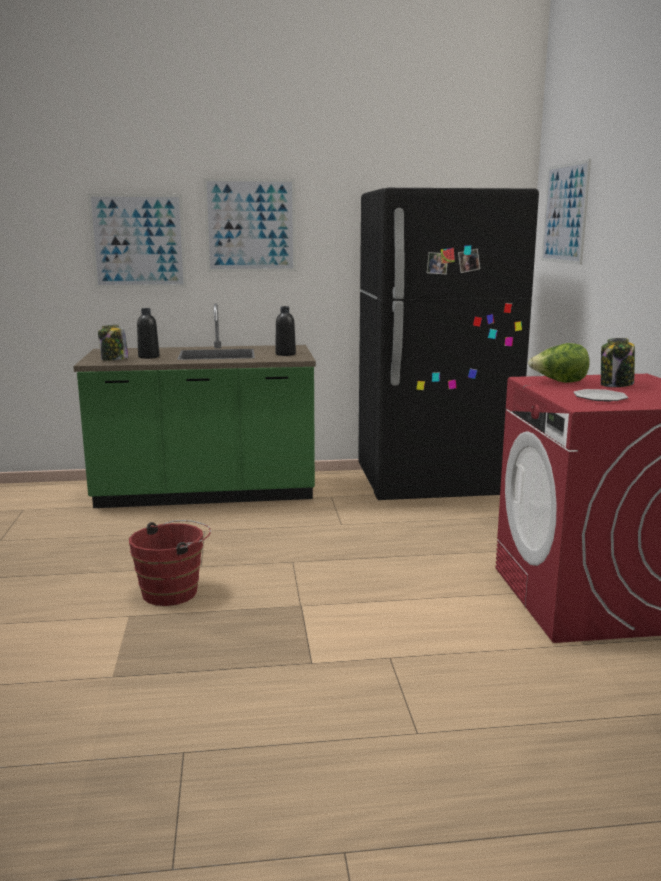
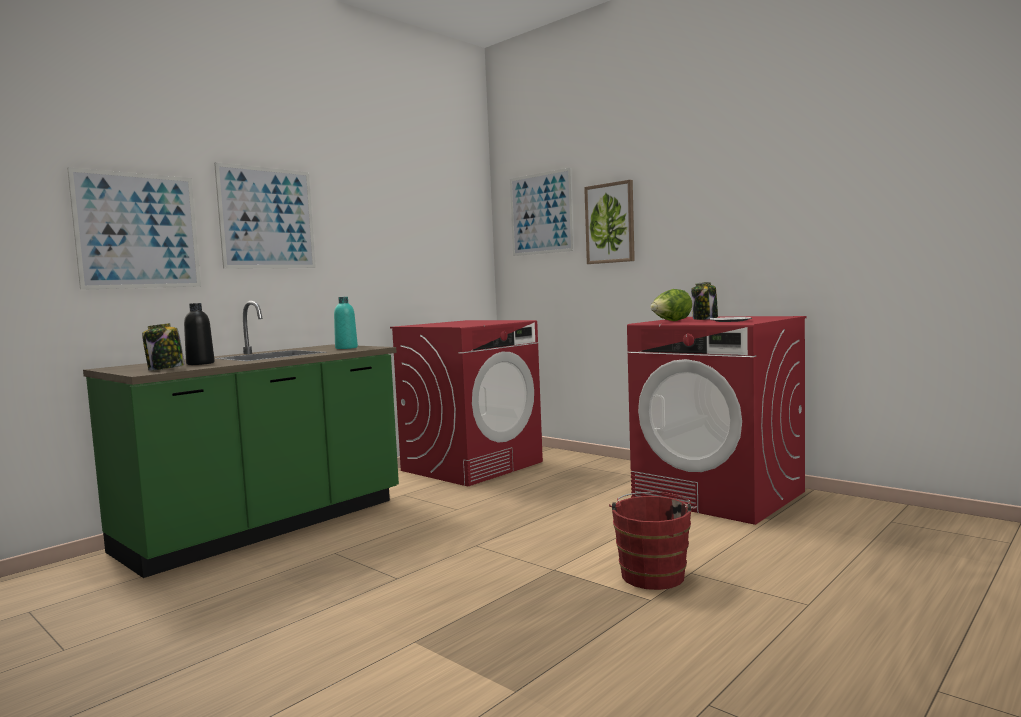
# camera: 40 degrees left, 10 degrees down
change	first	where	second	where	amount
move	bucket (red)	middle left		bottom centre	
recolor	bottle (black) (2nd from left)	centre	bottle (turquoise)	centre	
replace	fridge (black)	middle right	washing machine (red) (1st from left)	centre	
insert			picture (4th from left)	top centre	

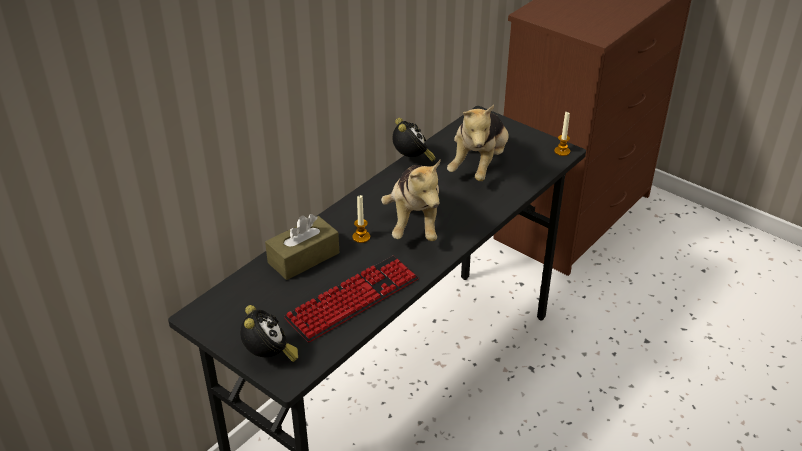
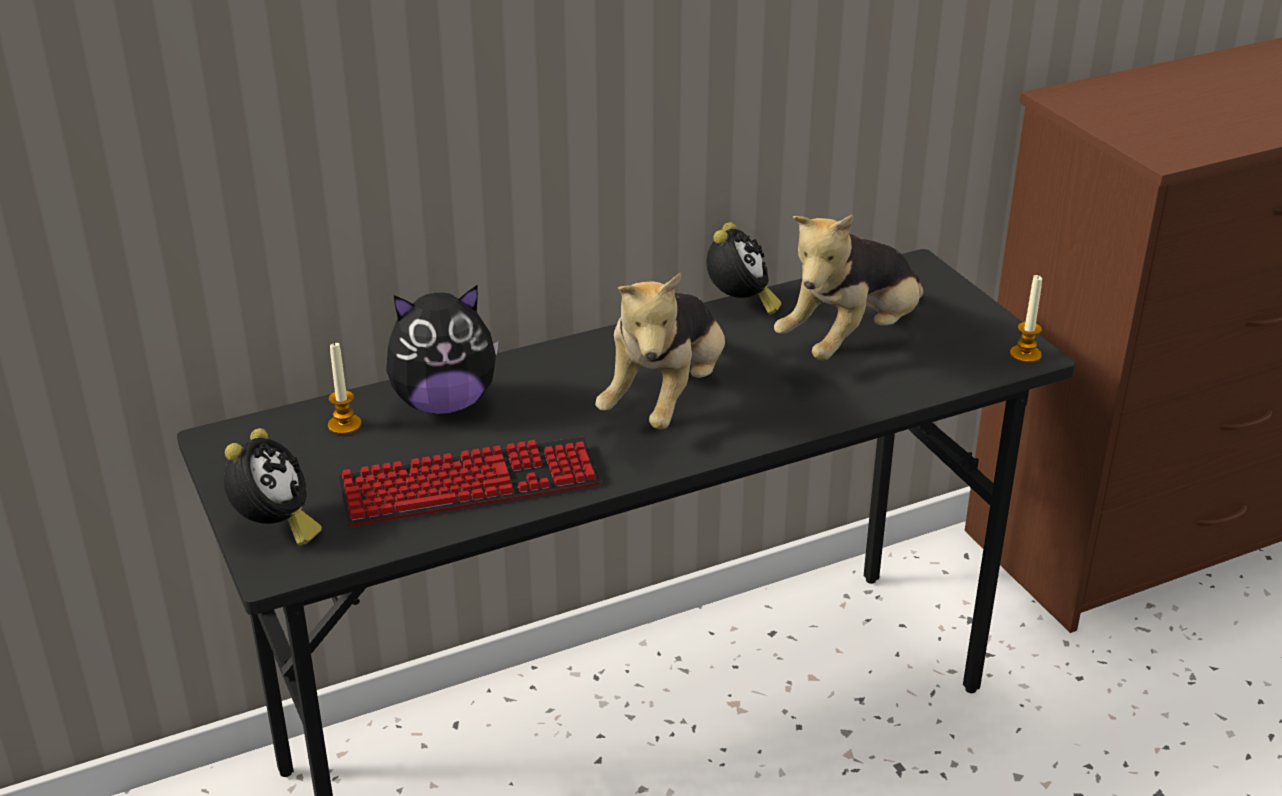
# camera: 25 degrees right, 5 degrees down
change	first	where	second	where	amount
replace	tissue box (brown)	centre	plush toy (1st from left)	centre	
move	candle (1st from left)	centre		middle left	

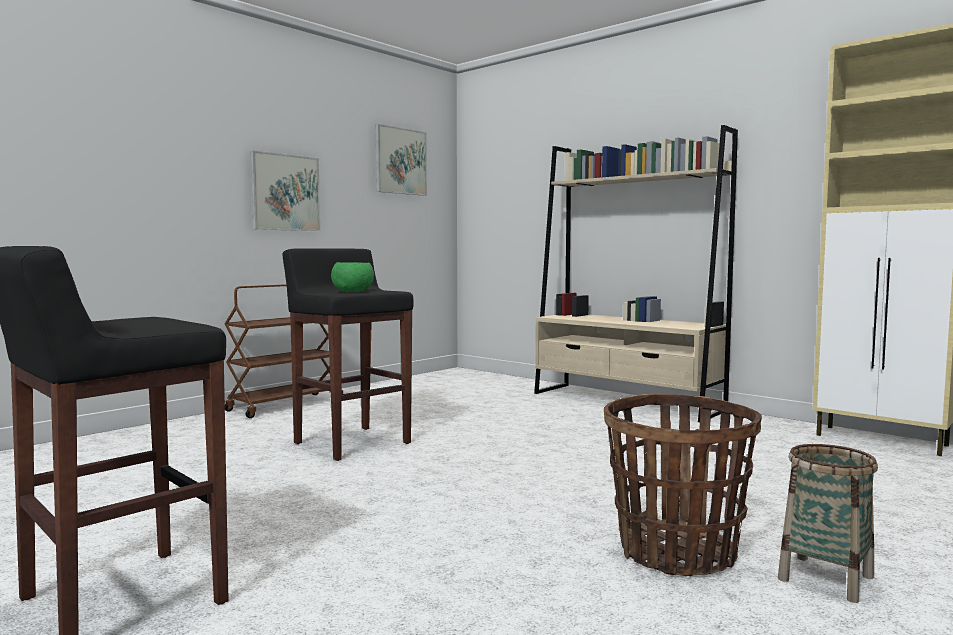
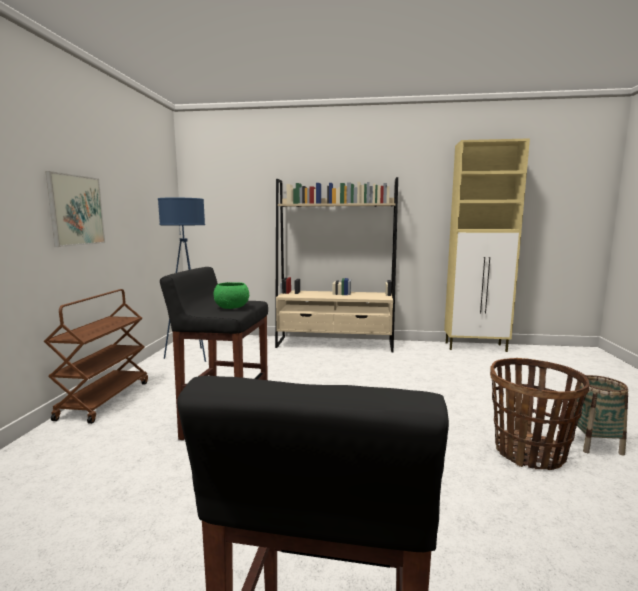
# camera: 35 degrees left, 5 degrees up
change	first	where	second	where	amount
delete	picture (2nd from left)	top centre			
insert			floor lamp (blue)	middle left	

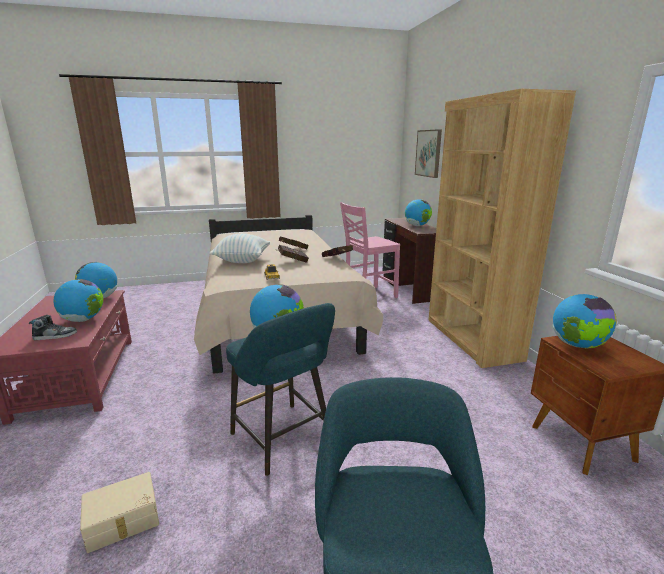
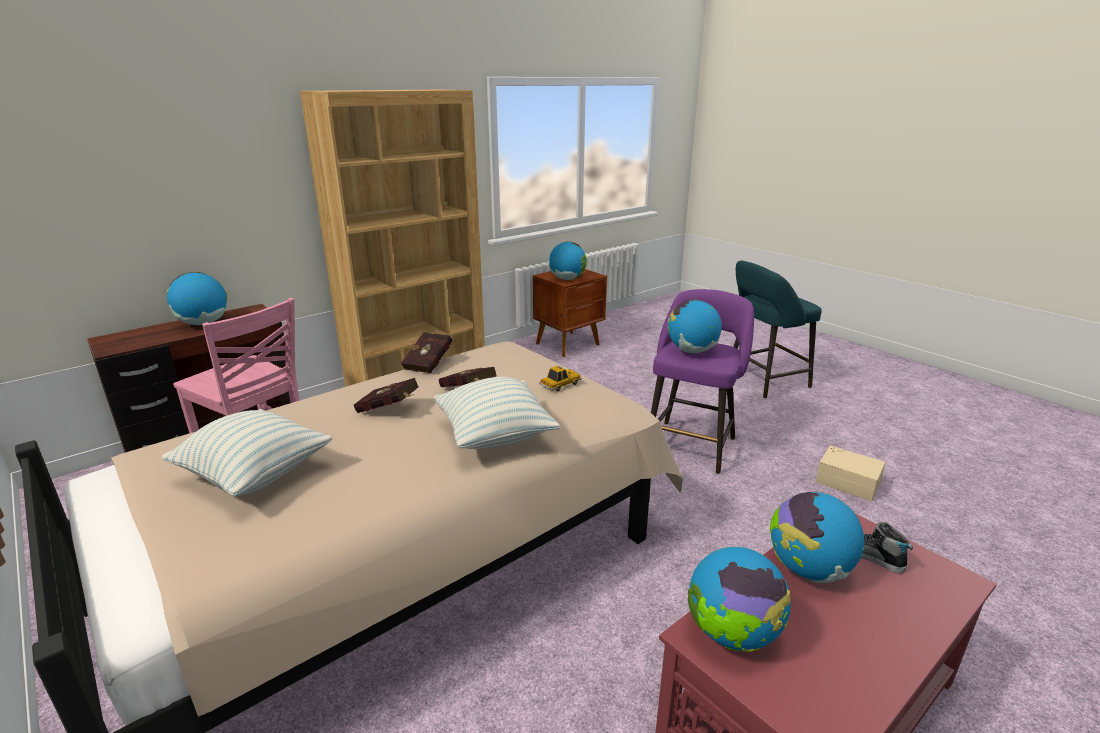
# camera: 115 degrees left, 5 degrees up
change	first	where	second	where	amount
recolor	stool (turquoise) (1st from left)	bottom centre	stool (purple)	centre	
delete	picture	top centre			
insert			pillow (1st from left)	middle left	

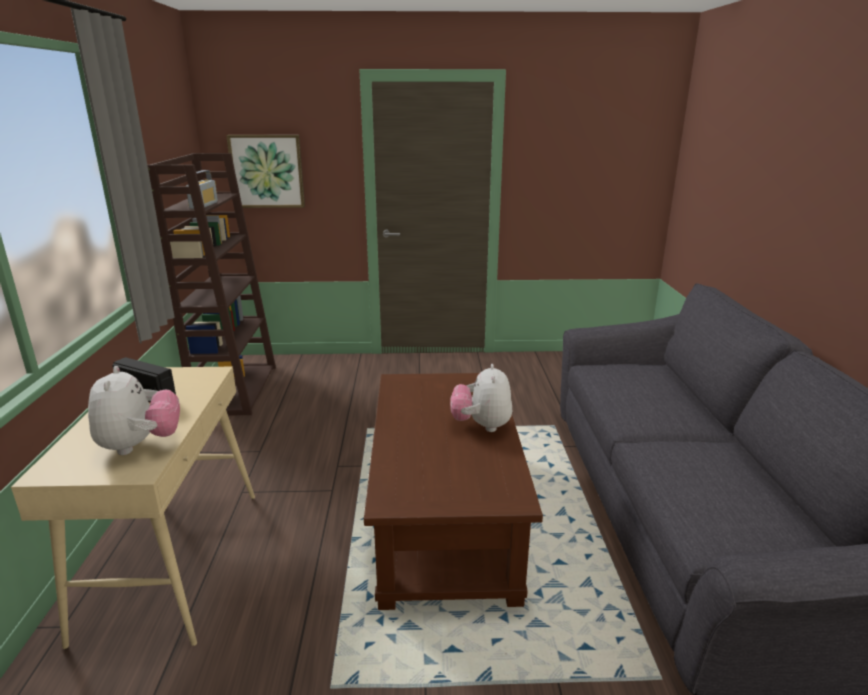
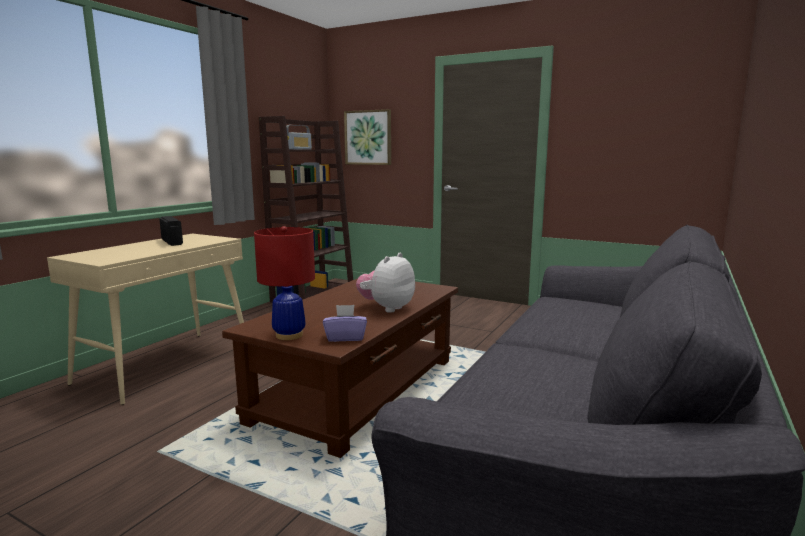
# camera: 30 degrees right, 10 degrees down
change	first	where	second	where	amount
delete	plush toy (1st from left)	middle left			
insert			table lamp (red)	centre	
insert			tissue box (purple)	centre	

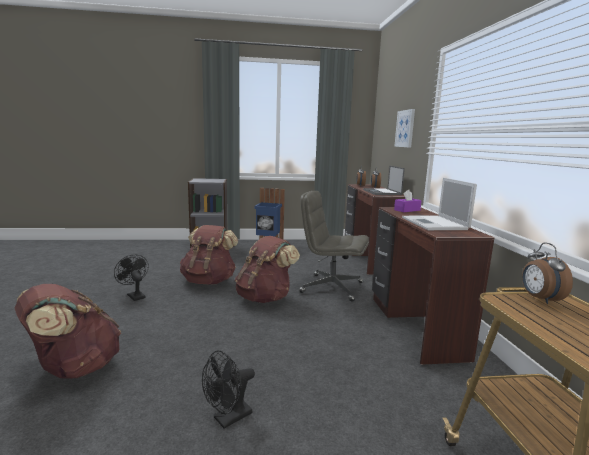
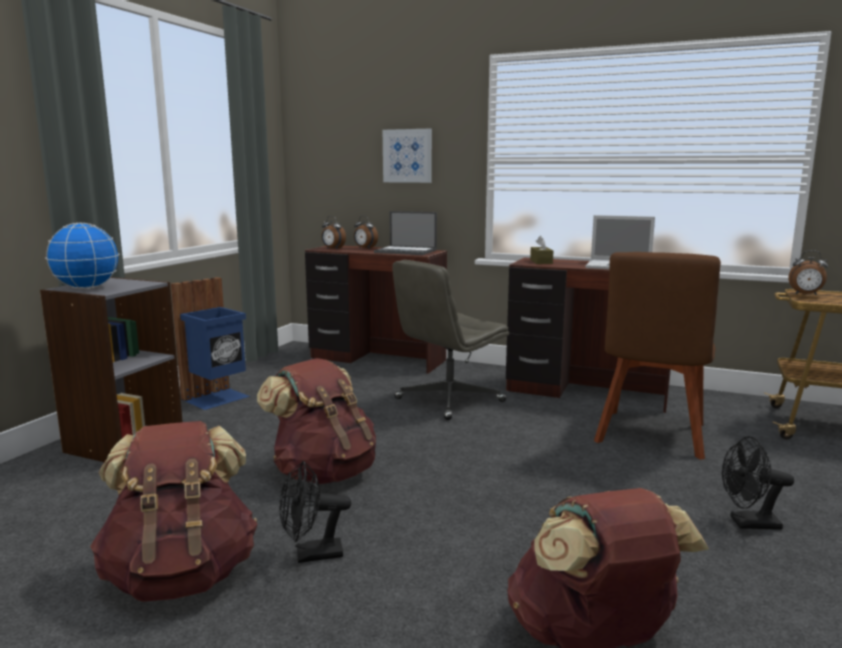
# camera: 60 degrees left, 0 degrees up
change	first	where	second	where	amount
rotate	fan (black) (2nd from left)	bottom centre		bottom right	105 degrees clockwise
move	backpack (brown) (3rd from left in the first image)	centre	backpack (brown) (1st from left)	bottom left	
recolor	tissue box (purple)	middle right	tissue box (brown)	centre	
insert			globe	middle left	
insert			chair (brown)	middle right	

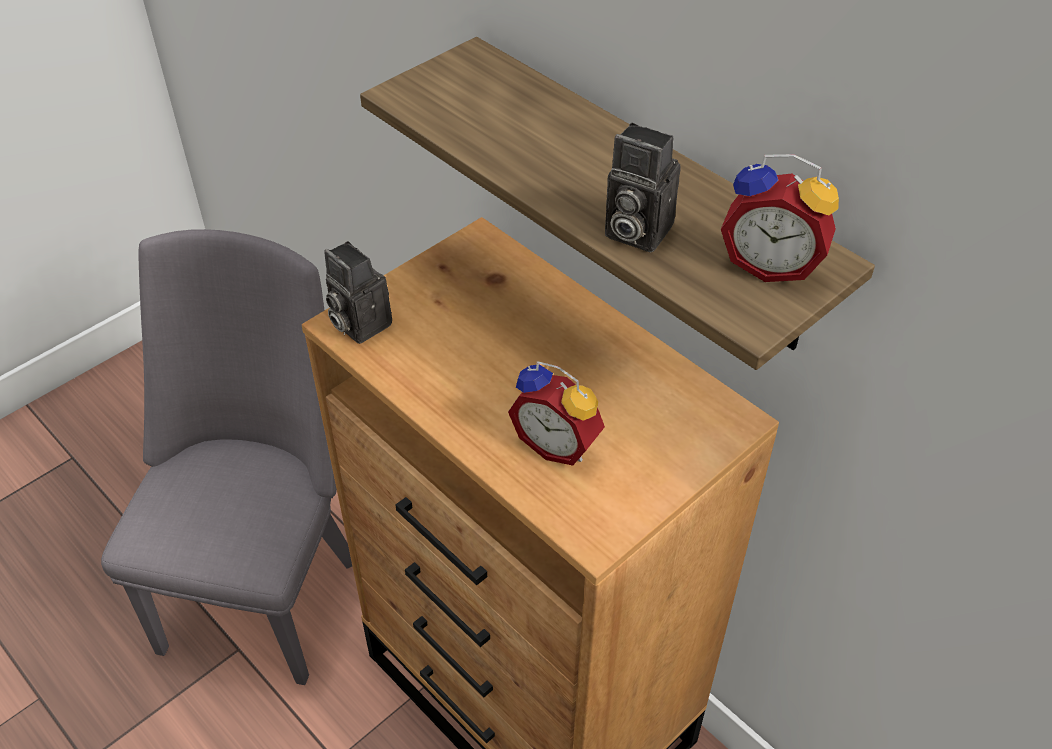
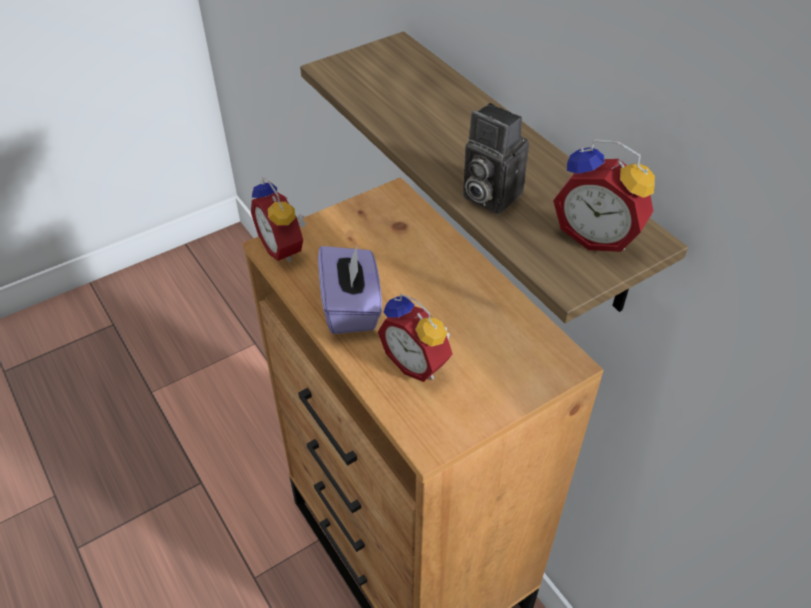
# camera: 10 degrees right, 0 degrees up
change	first	where	second	where	amount
delete	chair (grey)	middle left			
replace	photo camera (1st from left)	centre	alarm clock (1st from left)	centre	
insert			tissue box (purple)	centre	

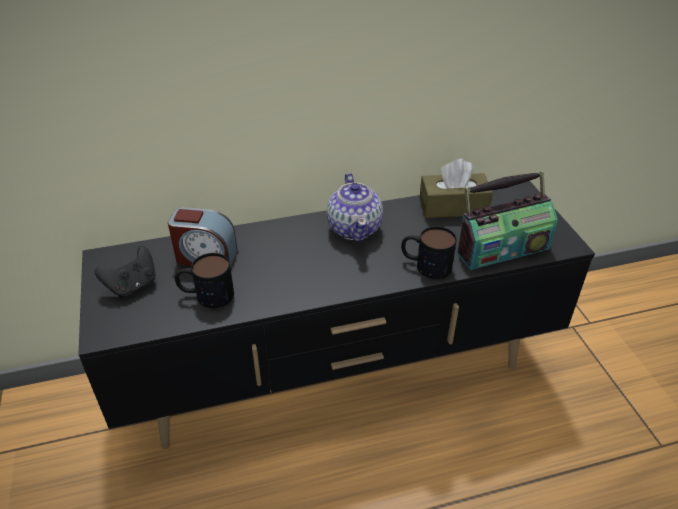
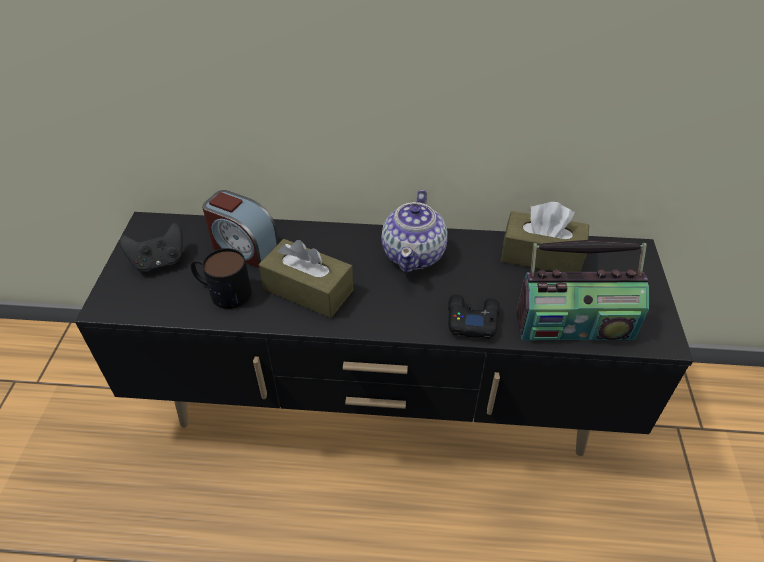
# camera: 20 degrees right, 5 degrees up
change	first	where	second	where	amount
replace	mug (2nd from left)	centre	game controller (black) (2nd from left)	centre	
insert			tissue box (brown) (1st from left)	centre	

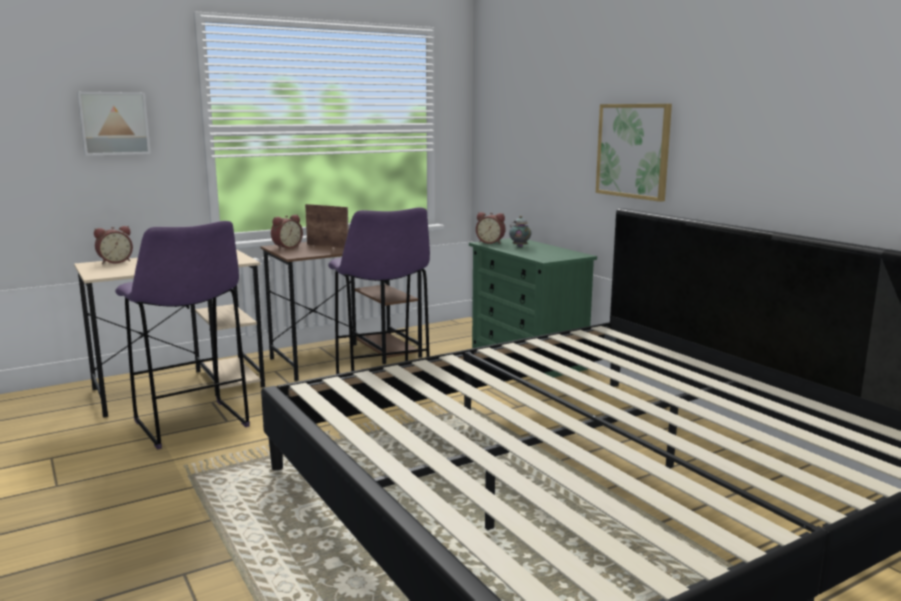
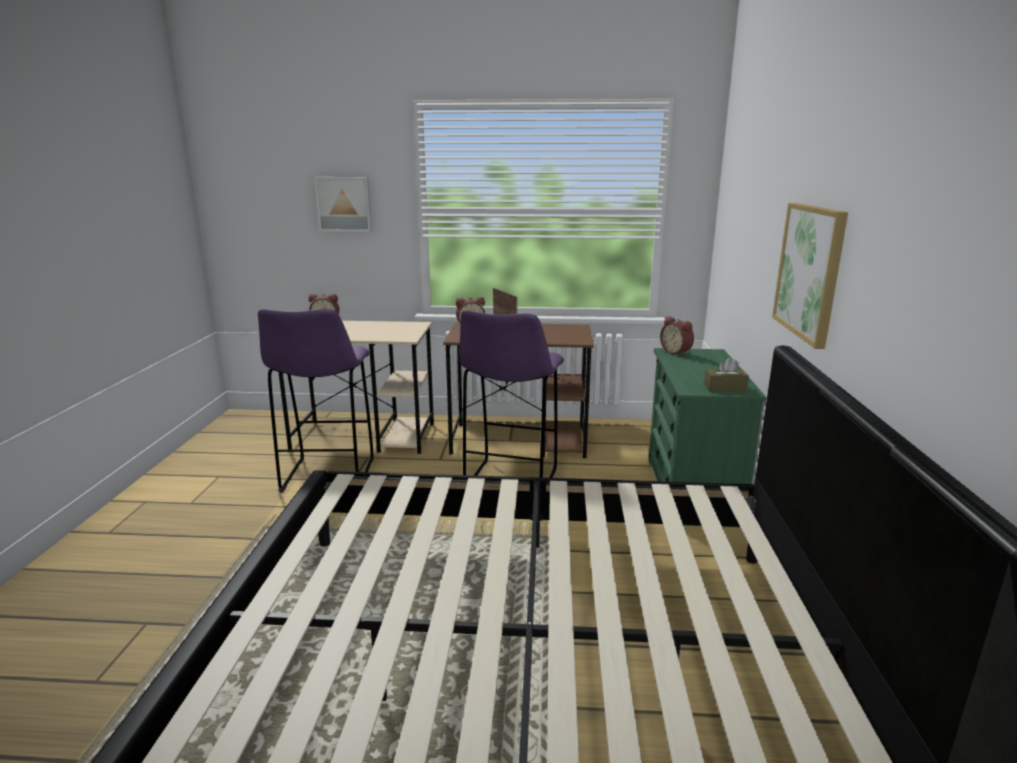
# camera: 35 degrees right, 5 degrees up
change	first	where	second	where	amount
delete	teapot	centre			
insert			tissue box (brown)	middle right	

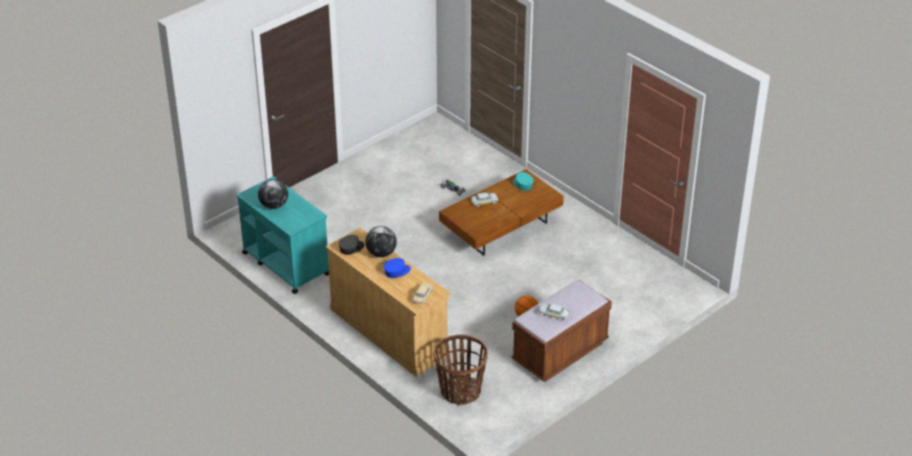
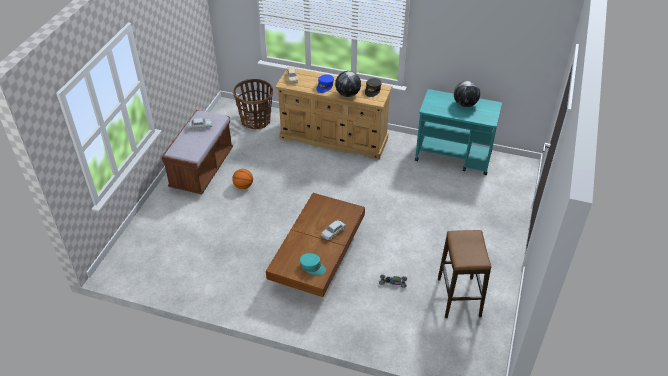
# camera: 150 degrees right, 5 degrees up
change	first	where	second	where	amount
insert			stool	bottom right	

